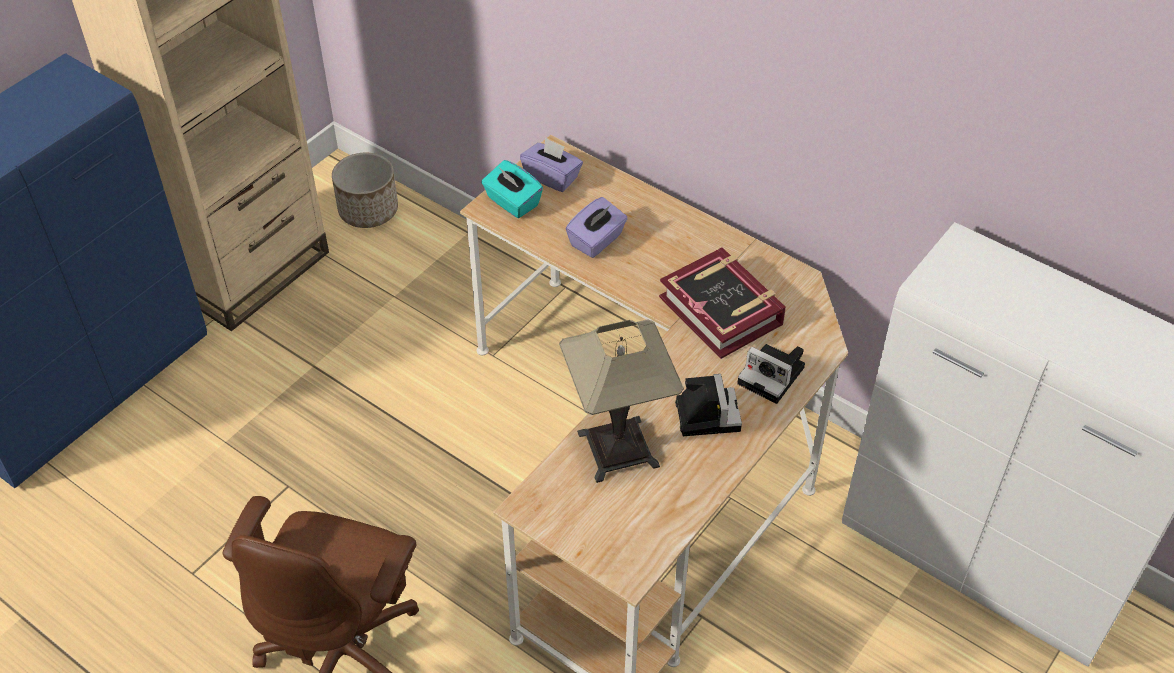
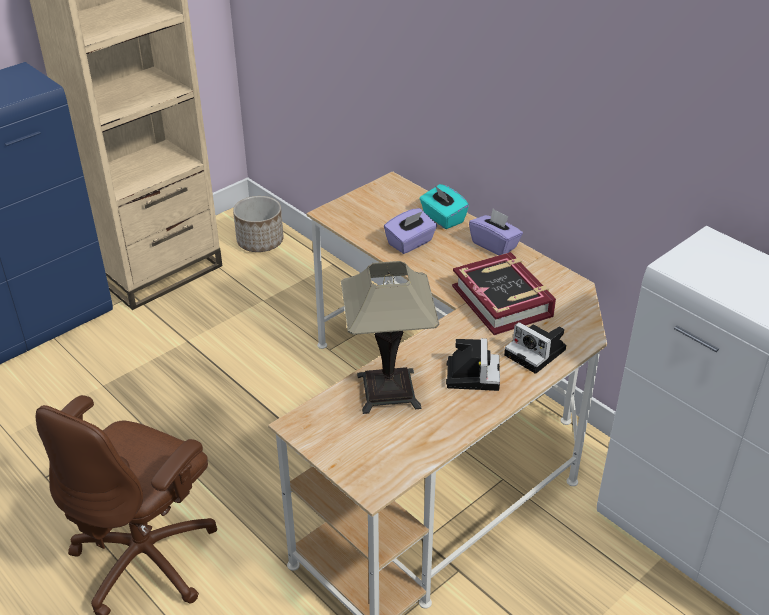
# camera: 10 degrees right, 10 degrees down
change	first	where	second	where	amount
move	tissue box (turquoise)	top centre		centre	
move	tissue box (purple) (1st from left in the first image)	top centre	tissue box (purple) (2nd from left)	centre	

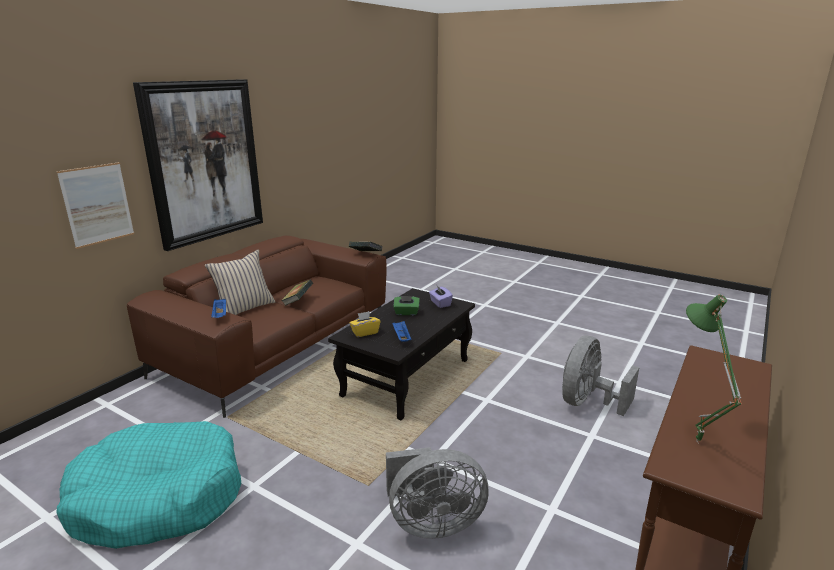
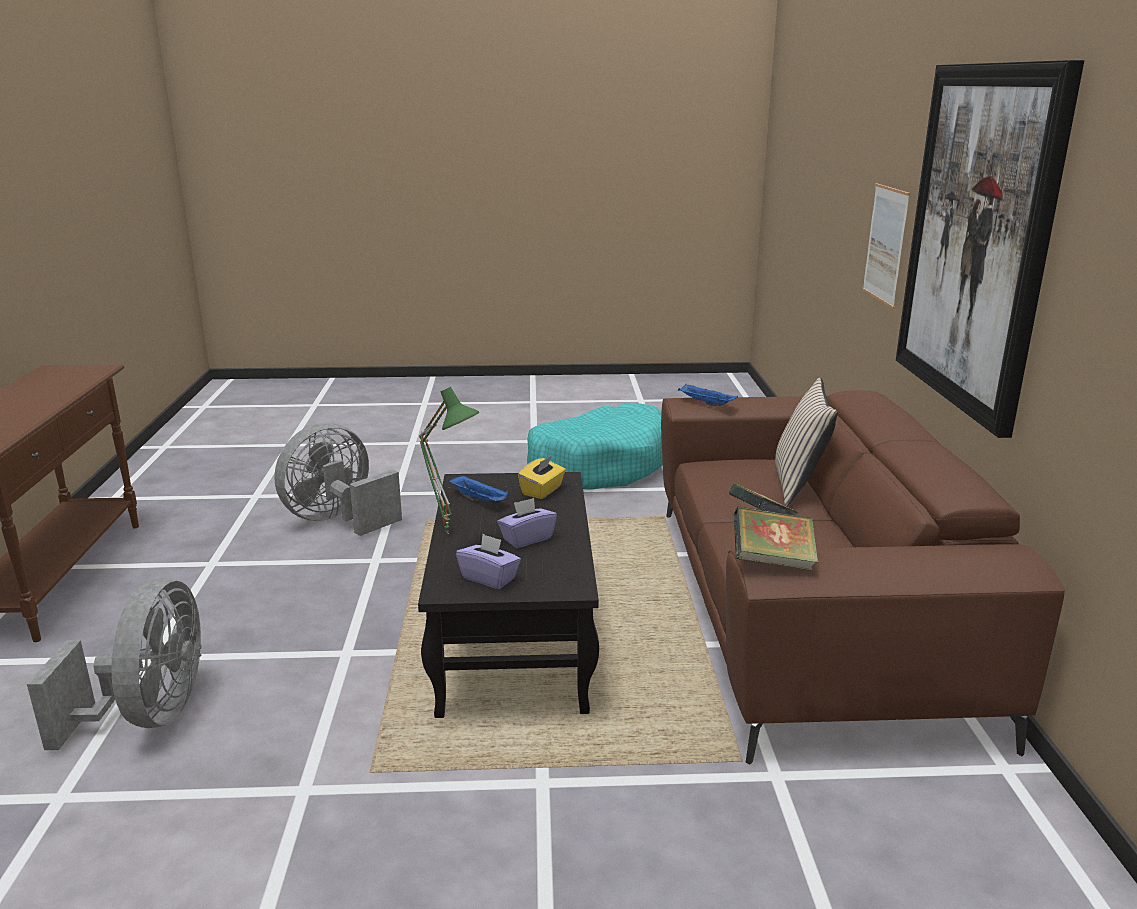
# camera: 145 degrees right, 0 degrees up
change	first	where	second	where	amount
recolor	tissue box (green)	centre	tissue box (purple) (2nd from left)	centre	
move	table lamp (green)	middle right		centre	

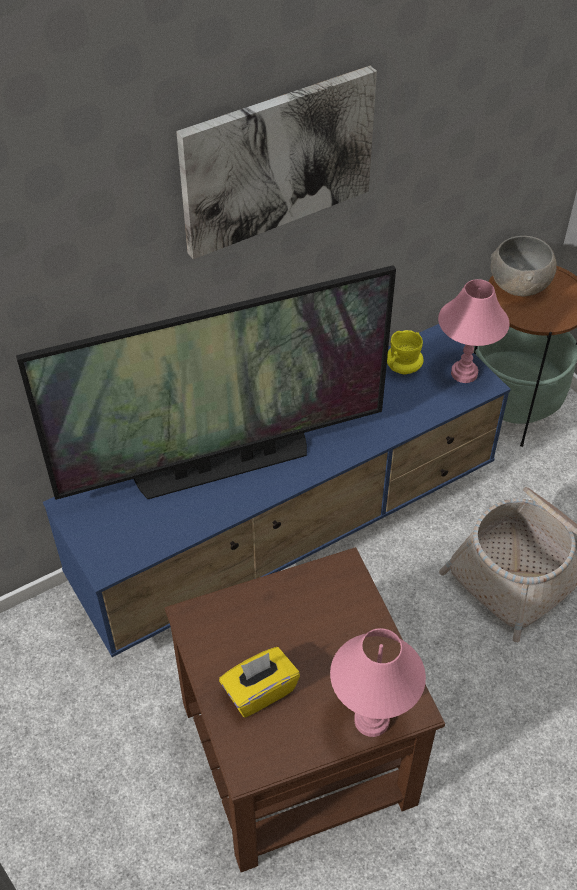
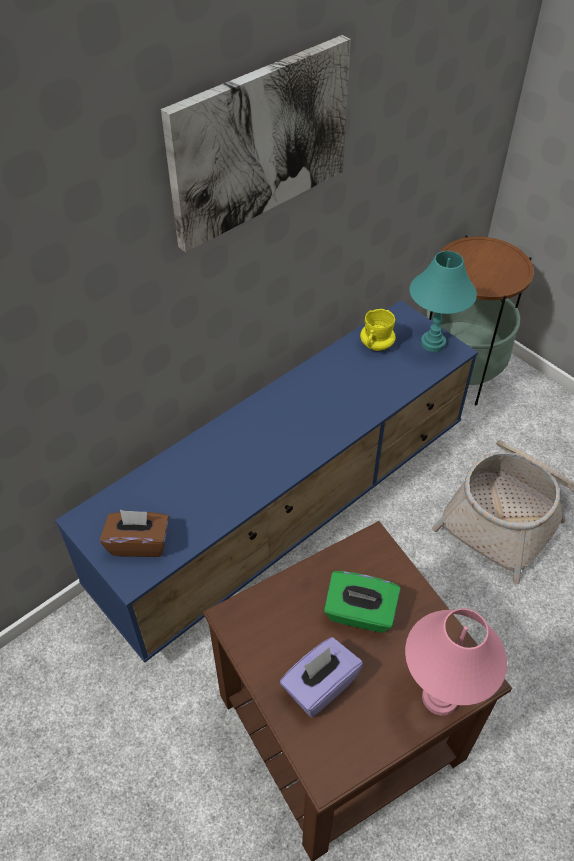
# camera: 10 degrees left, 0 degrees up
change	first	where	second	where	amount
delete	television	centre			
recolor	tissue box (yellow)	bottom centre	tissue box (purple)	bottom centre	
recolor	table lamp (pink) (2nd from left)	middle right	table lamp (turquoise)	middle right	
delete	bowl (grey)	top right			
insert			tissue box (brown)	middle left	
insert			tissue box (green)	bottom centre	

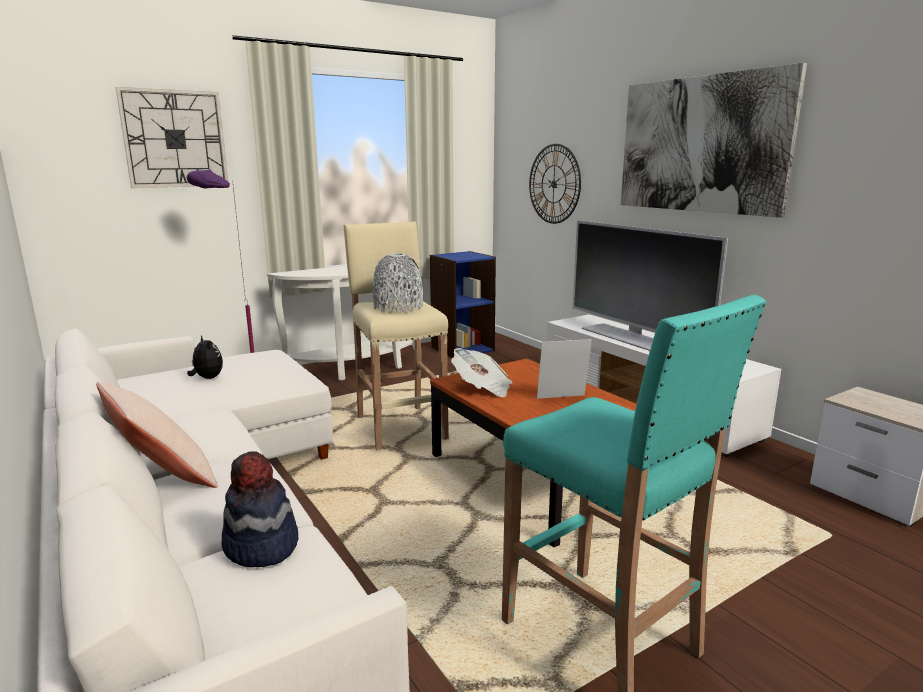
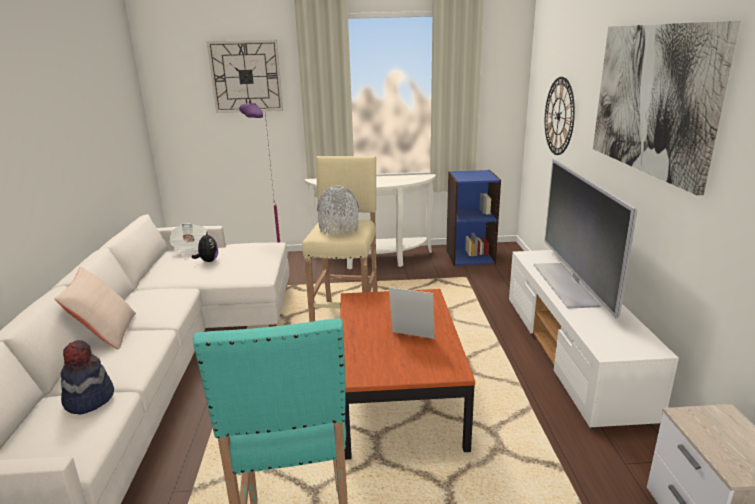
# camera: 30 degrees right, 5 degrees up
change	first	where	second	where	amount
move	newspaper	centre		middle left	

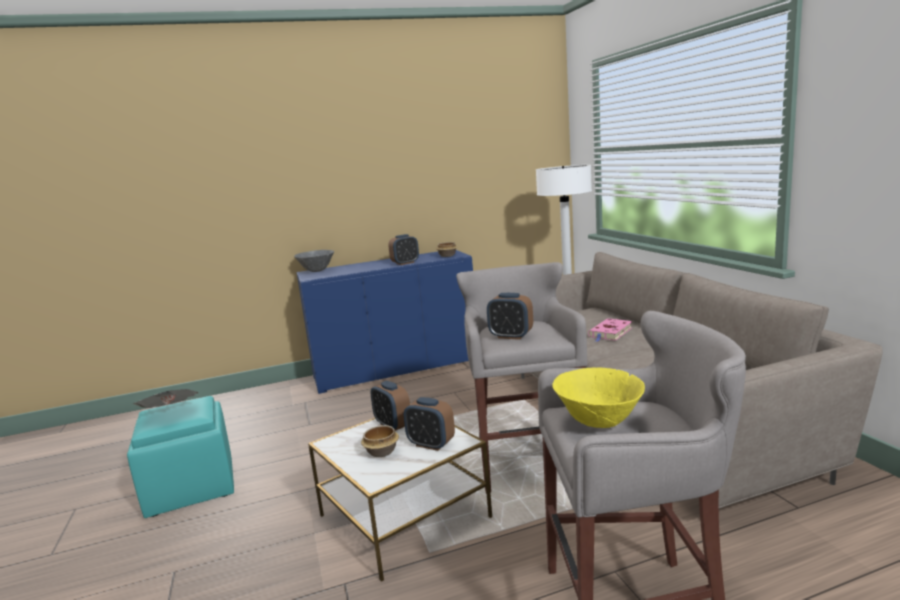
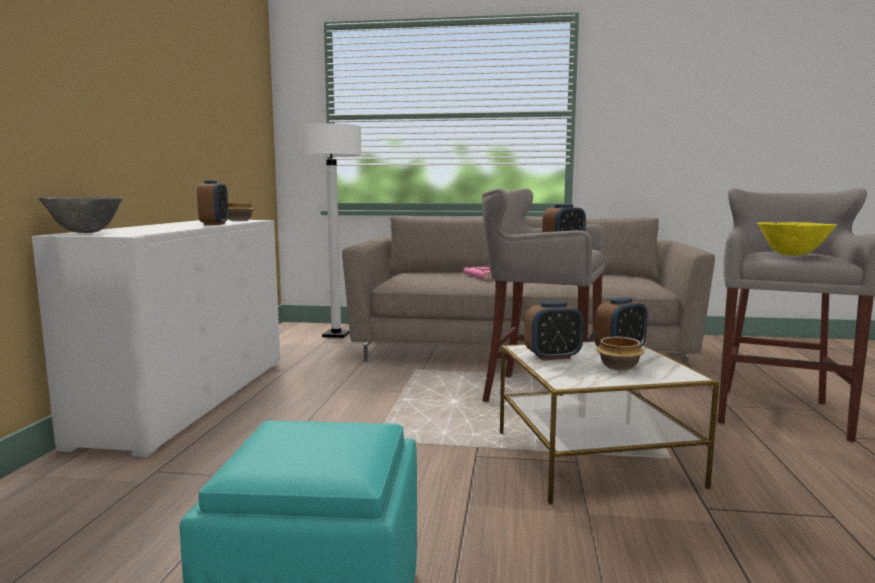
# camera: 65 degrees left, 5 degrees down
change	first	where	second	where	amount
delete	newspaper	middle left			
recolor	cabinet (blue)	centre	cabinet (white)	middle left	

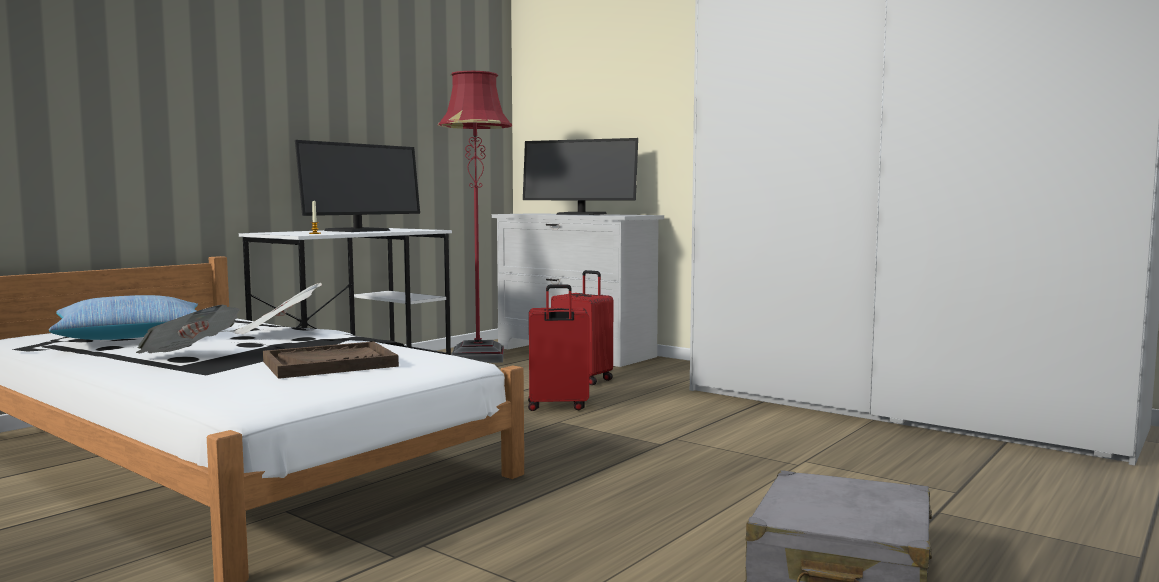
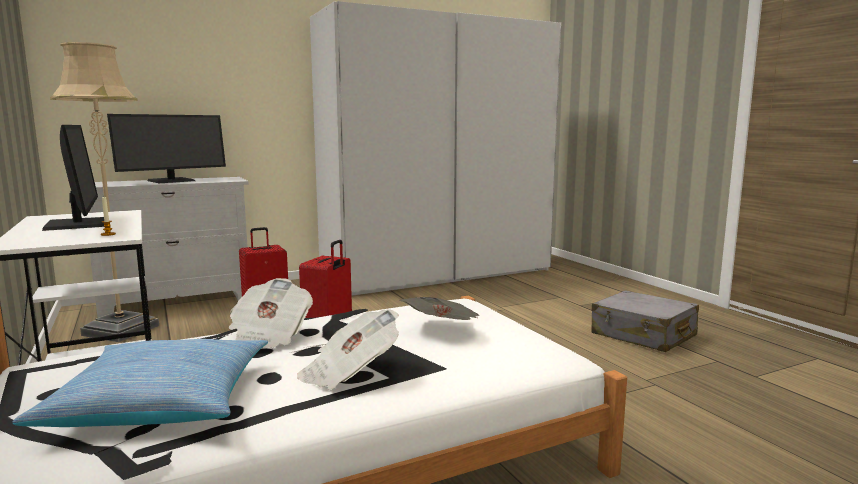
# camera: 65 degrees left, 5 degrees up
change	first	where	second	where	amount
replace	tray (brown)	middle left	newspaper (3rd from left)	centre	
recolor	floor lamp (red)	centre	floor lamp (beige)	middle left	

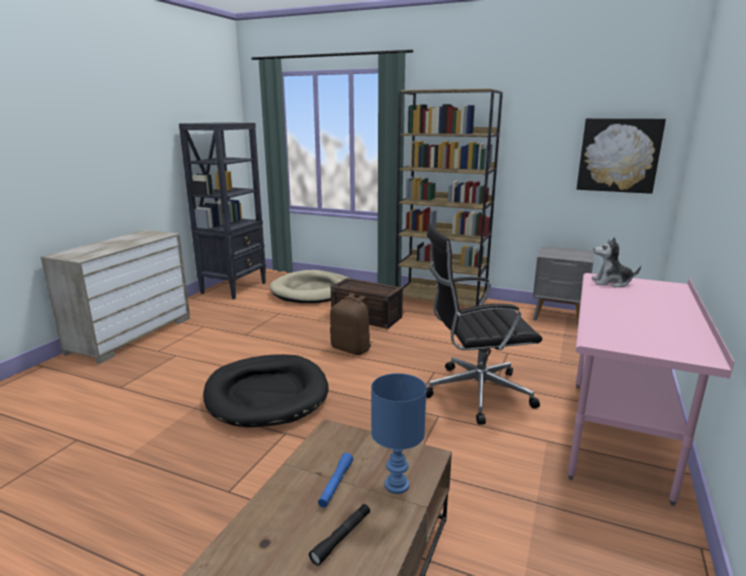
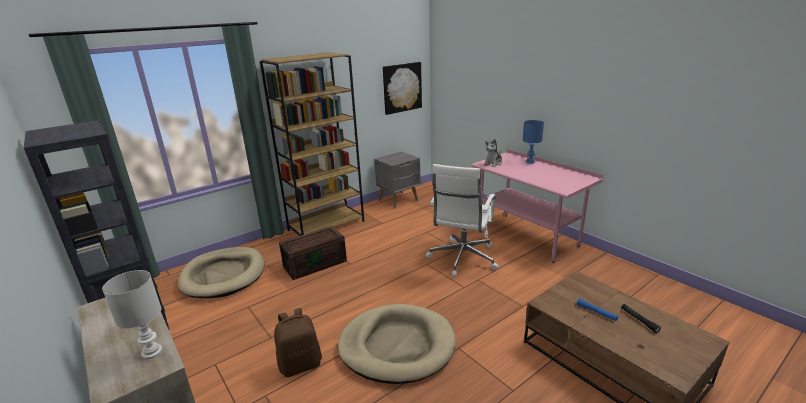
# camera: 60 degrees left, 5 degrees up
change	first	where	second	where	amount
recolor	dog bed (black)	bottom centre	dog bed (beige) (2nd from left)	bottom centre	
move	backpack (brown)	centre		bottom centre	
move	table lamp (blue)	bottom centre		centre	
recolor	office chair (black)	centre	office chair (white)	centre	
insert			table lamp (white)	bottom left	

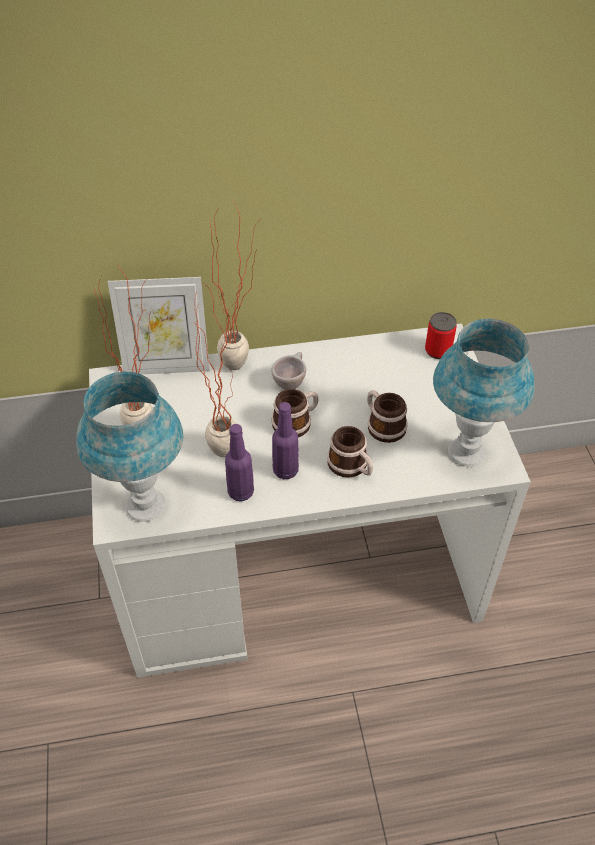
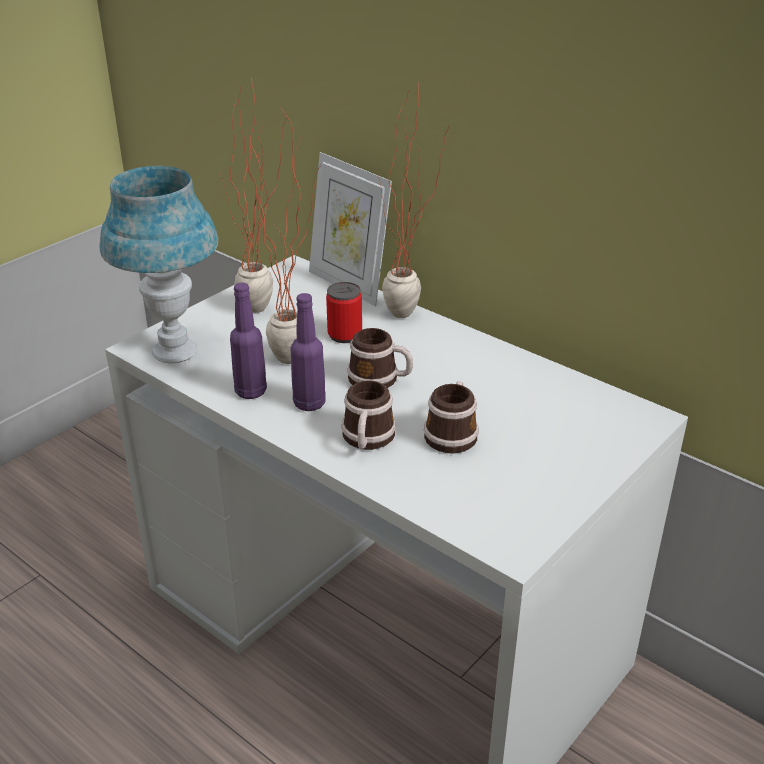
# camera: 50 degrees right, 15 degrees down
change	first	where	second	where	amount
delete	cup (beige)	centre			
move	can	middle right		centre	
delete	table lamp (blue) (2nd from left)	middle right			

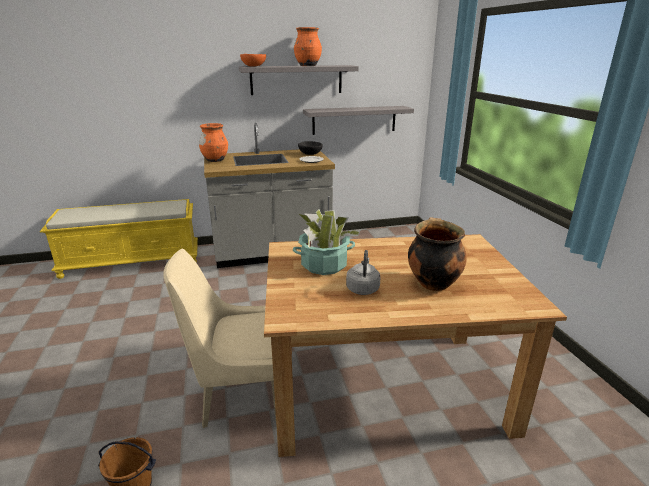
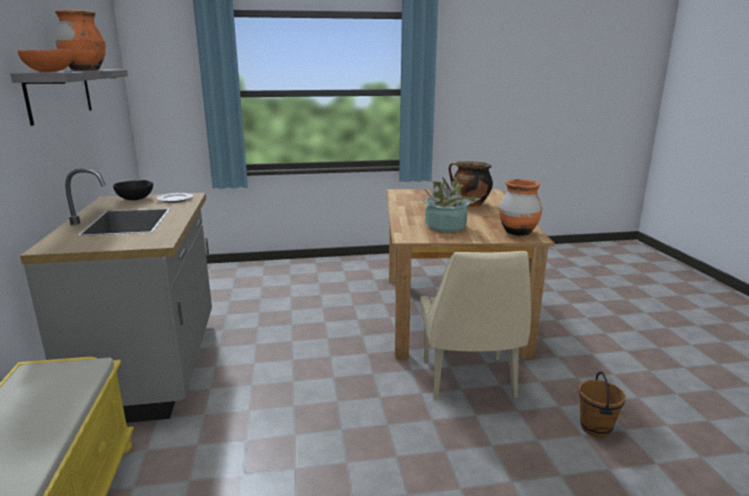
# camera: 85 degrees left, 5 degrees down
change	first	where	second	where	amount
move	vase (orange) (1st from left in the first image)	top left	vase (orange) (2nd from left)	middle right	
delete	shelf (grey) (2nd from left)	top centre			
delete	kettle (grey)	centre			

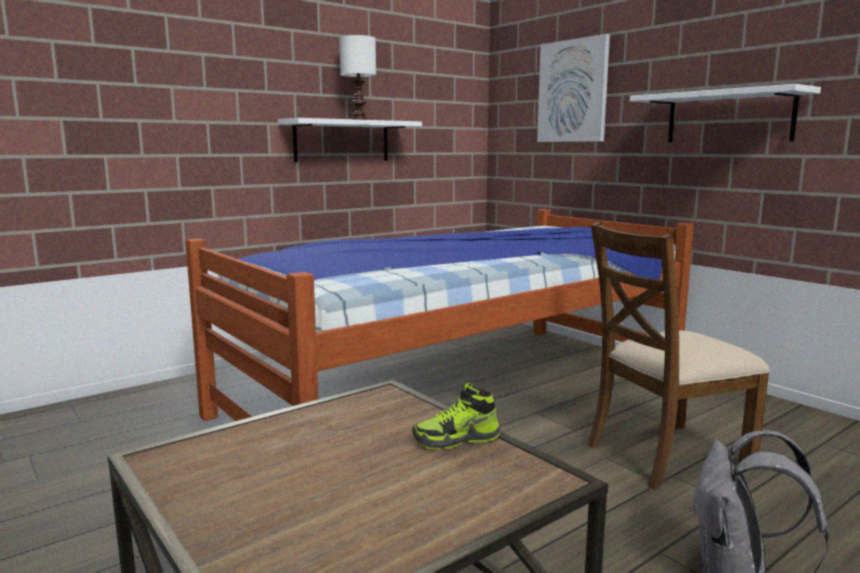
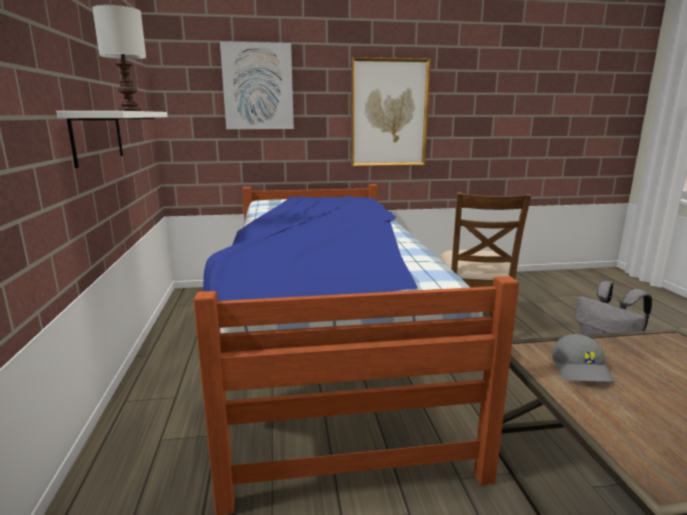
# camera: 60 degrees left, 5 degrees up
change	first	where	second	where	amount
delete	shoe	bottom centre			
replace	shelf (white) (2nd from left)	top right	picture (2nd from left)	top centre	
insert			cap (grey)	bottom right	

